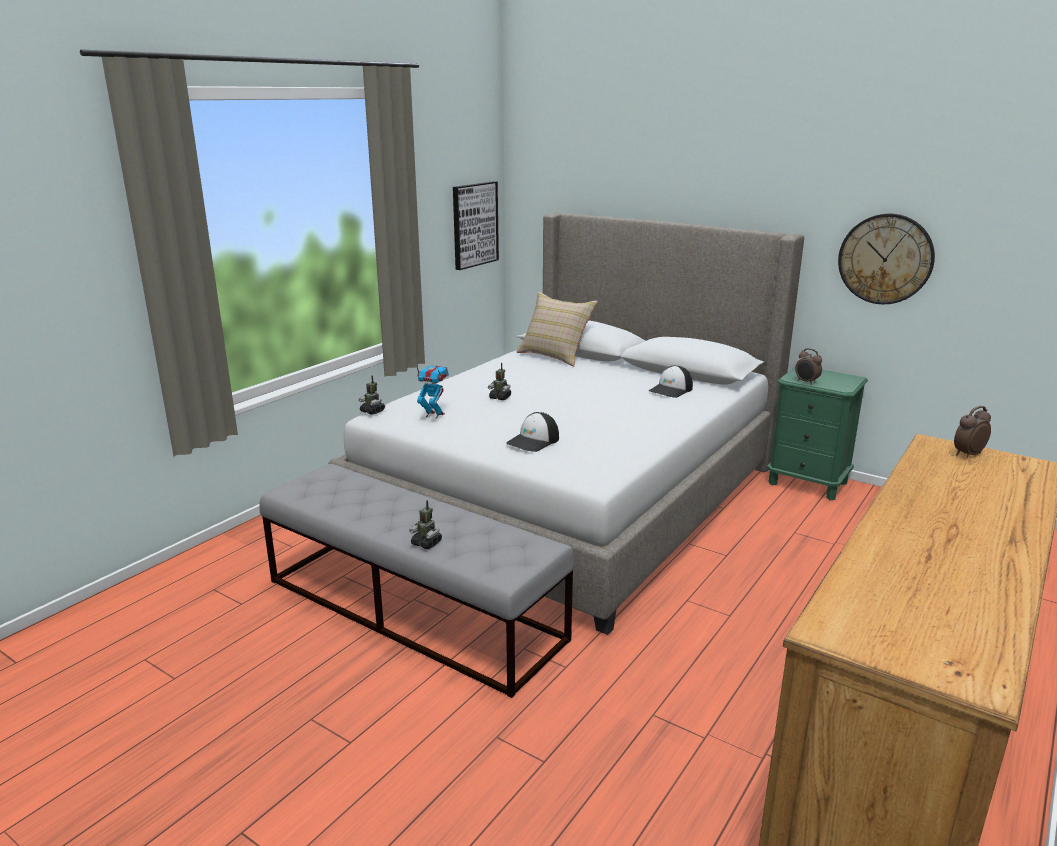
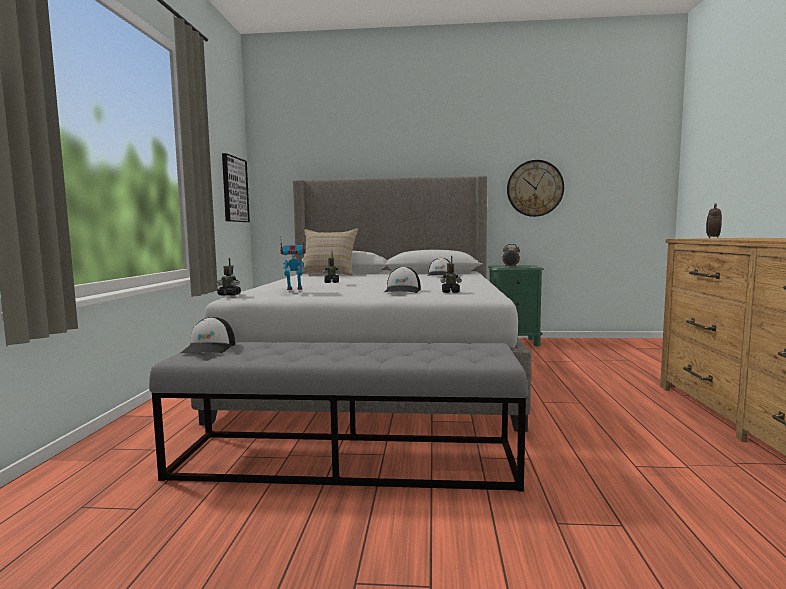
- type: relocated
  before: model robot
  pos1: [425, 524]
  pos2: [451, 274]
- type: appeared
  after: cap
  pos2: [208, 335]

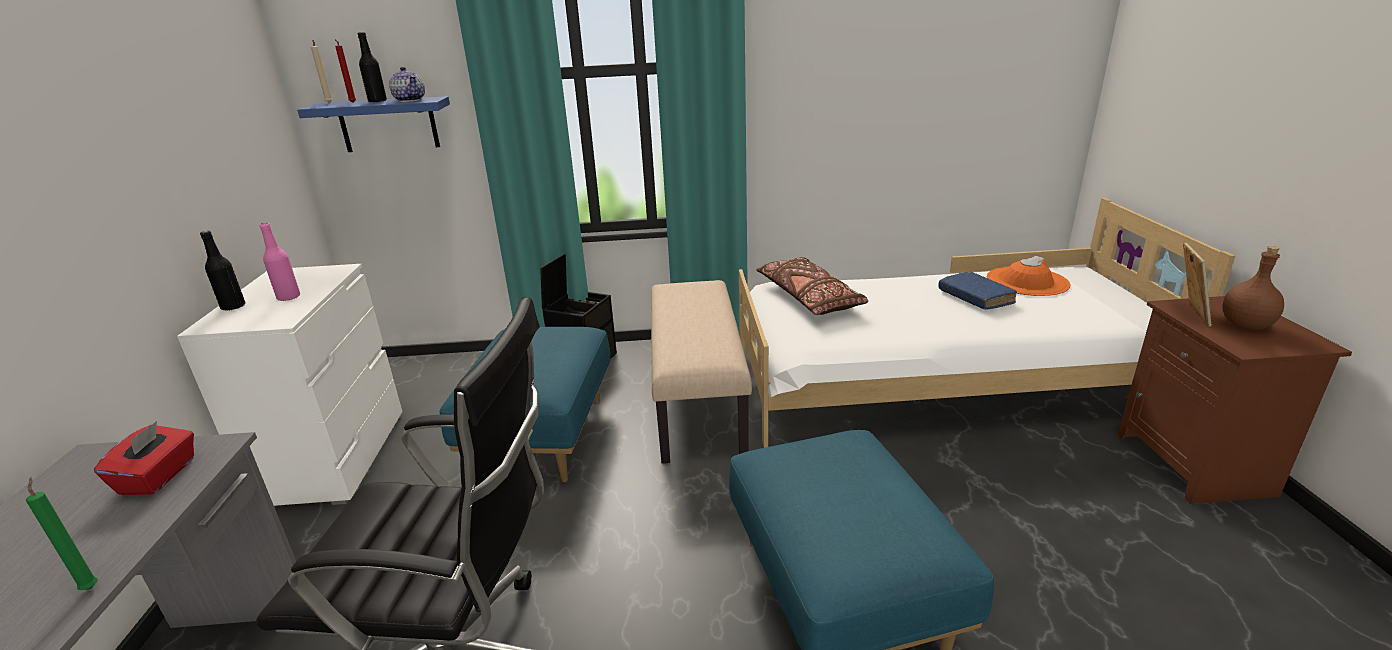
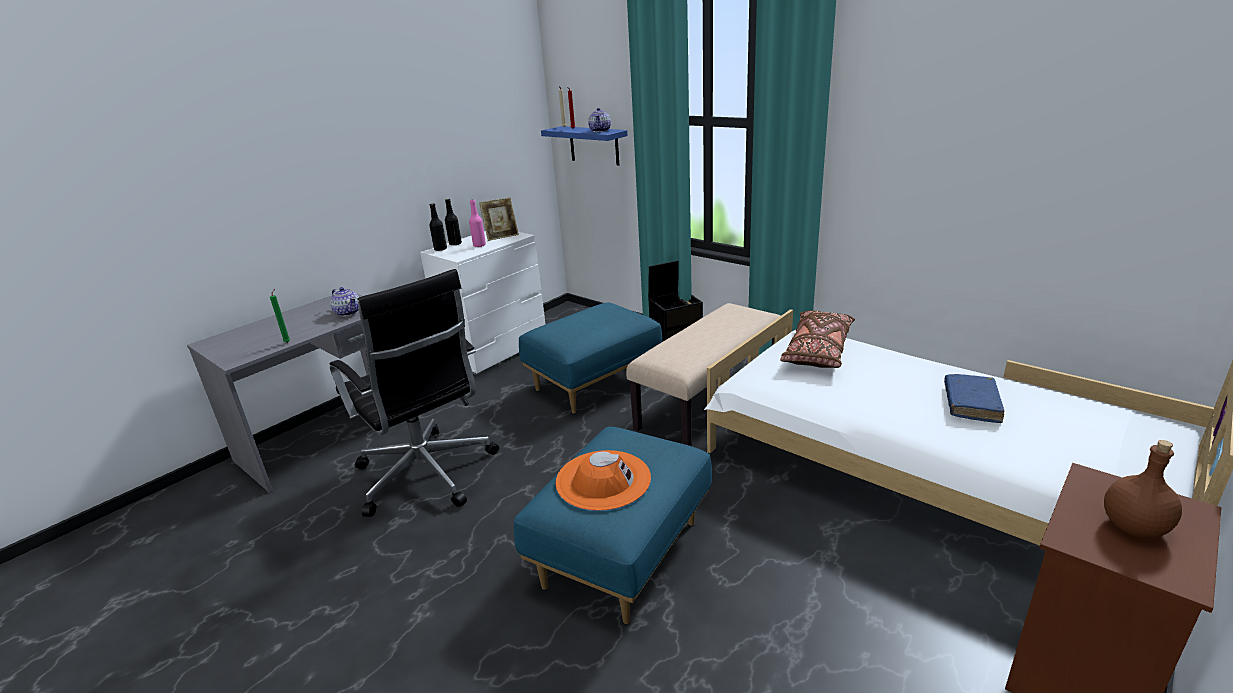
- type: relocated
  before: black-coloured drink bottle
  pos1: [372, 67]
  pos2: [438, 227]
- type: relocated
  before: photo frame
  pos1: [1197, 284]
  pos2: [499, 219]
- type: relocated
  before: orangey hat
  pos1: [1028, 276]
  pos2: [603, 480]
- type: exchanged
  before: red tissue box
  after: tea pot
  pos1: [144, 458]
  pos2: [344, 302]

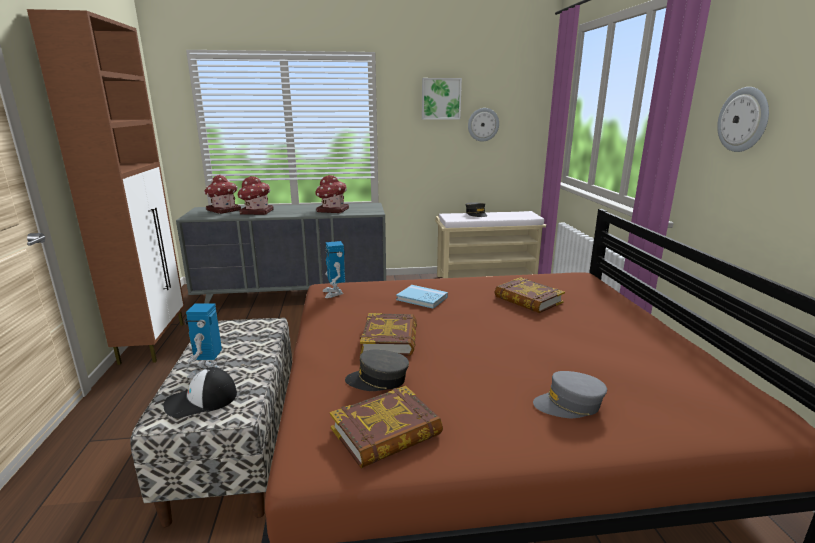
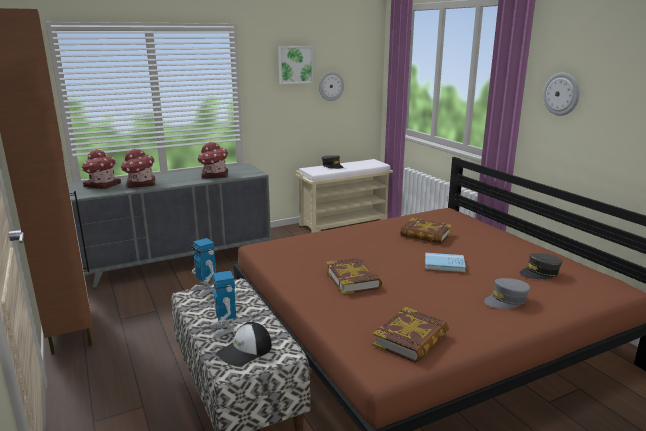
- type: relocated
  before: model robot
  pos1: [333, 269]
  pos2: [203, 267]
- type: relocated
  before: blue-coloured book
  pos1: [422, 297]
  pos2: [445, 262]
- type: relocated
  before: grey cap
  pos1: [377, 370]
  pos2: [541, 266]

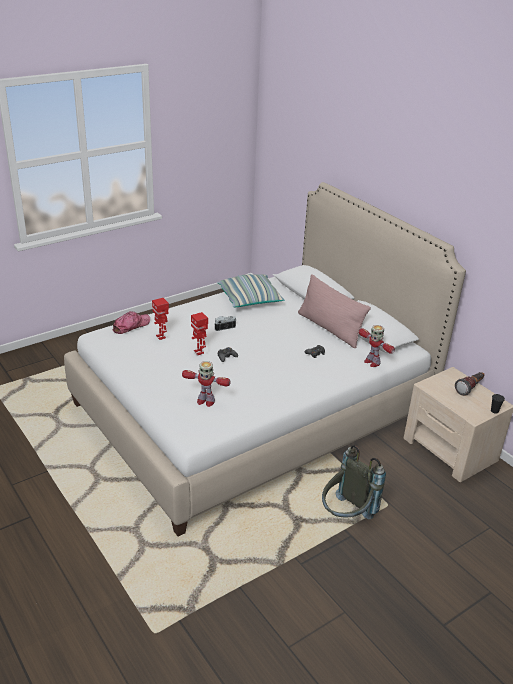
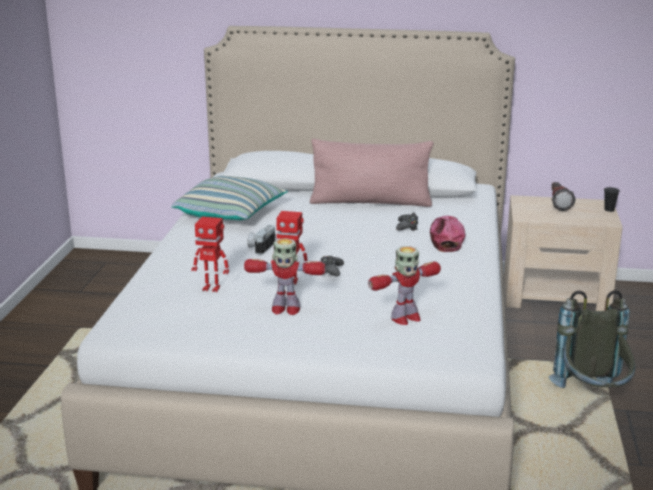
- type: relocated
  before: cap
  pos1: [131, 322]
  pos2: [447, 234]
- type: relocated
  before: model robot
  pos1: [377, 346]
  pos2: [285, 276]

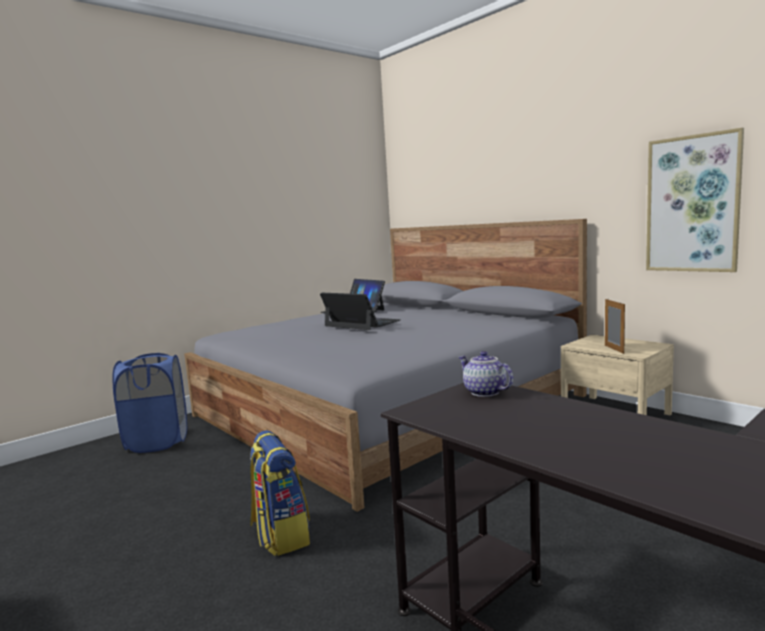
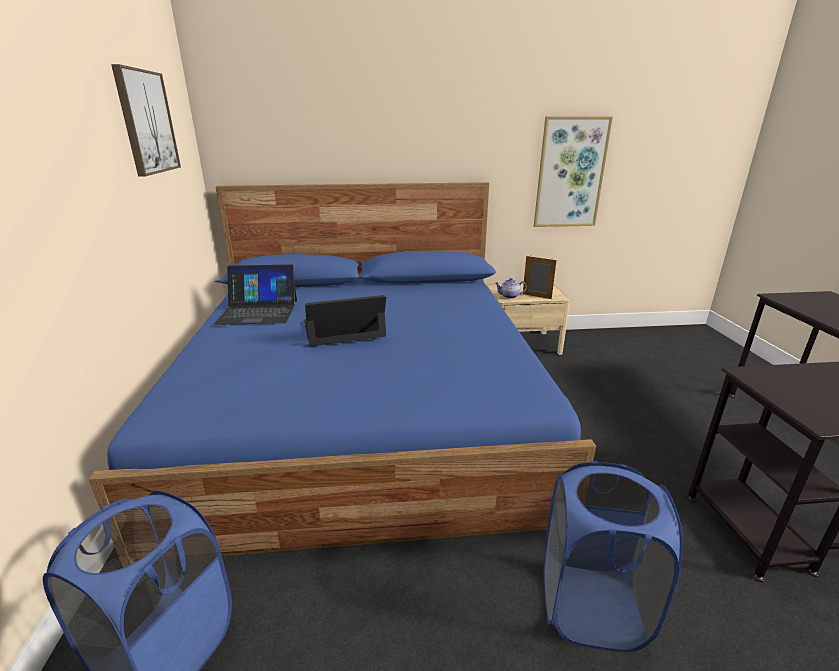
- type: colour
  before: grey sleeping bed
  after: blue-coloured sleeping bed
  pos1: [385, 365]
  pos2: [342, 369]
- type: relocated
  before: tea pot
  pos1: [486, 374]
  pos2: [511, 288]
- type: exchanged
  before: rucksack
  after: blue-coloured hamper
  pos1: [280, 493]
  pos2: [613, 556]
- type: appeared
  after: wall picture
  pos2: [146, 120]

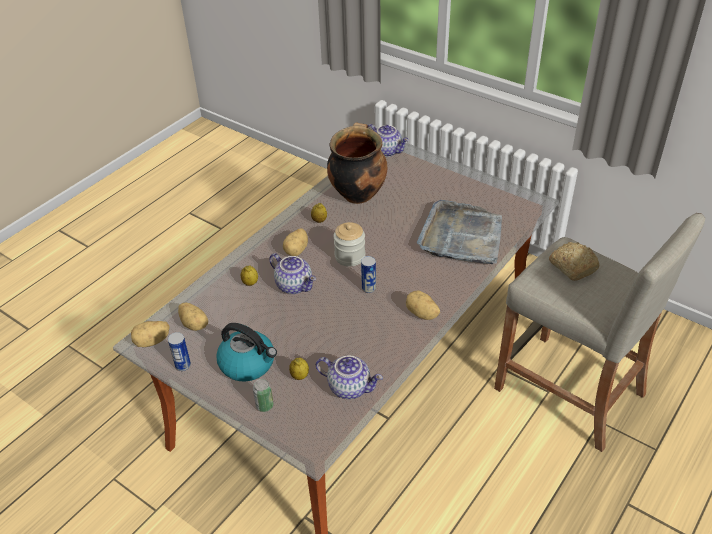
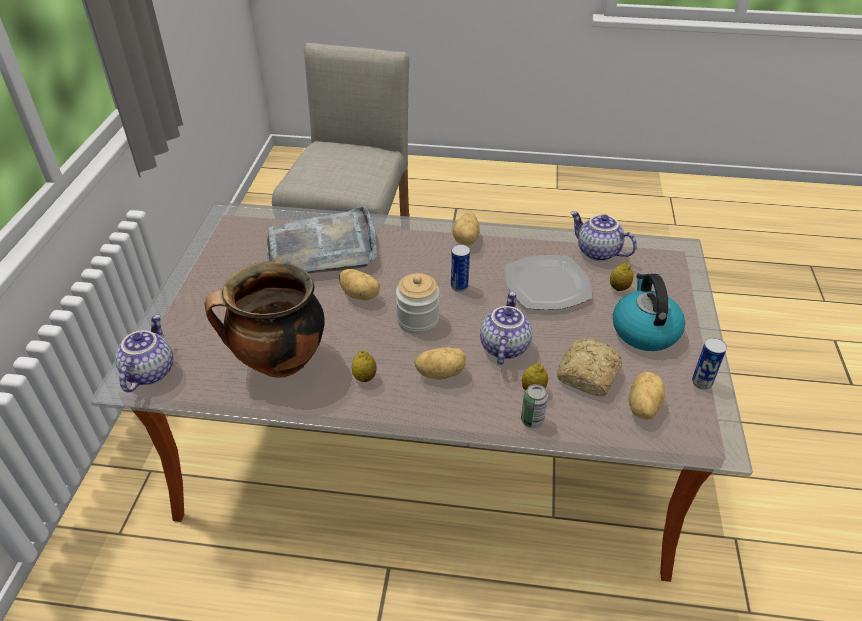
- type: relocated
  before: bakery bread
  pos1: [574, 261]
  pos2: [589, 367]
- type: relocated
  before: spud
  pos1: [150, 334]
  pos2: [359, 284]
- type: spun
  before: tea pot
  pos1: [349, 377]
  pos2: [603, 236]
  turn: -45
- type: relocated
  before: sealed can
  pos1: [263, 395]
  pos2: [534, 406]
- type: appeared
  after: flat dish
  pos2: [548, 282]

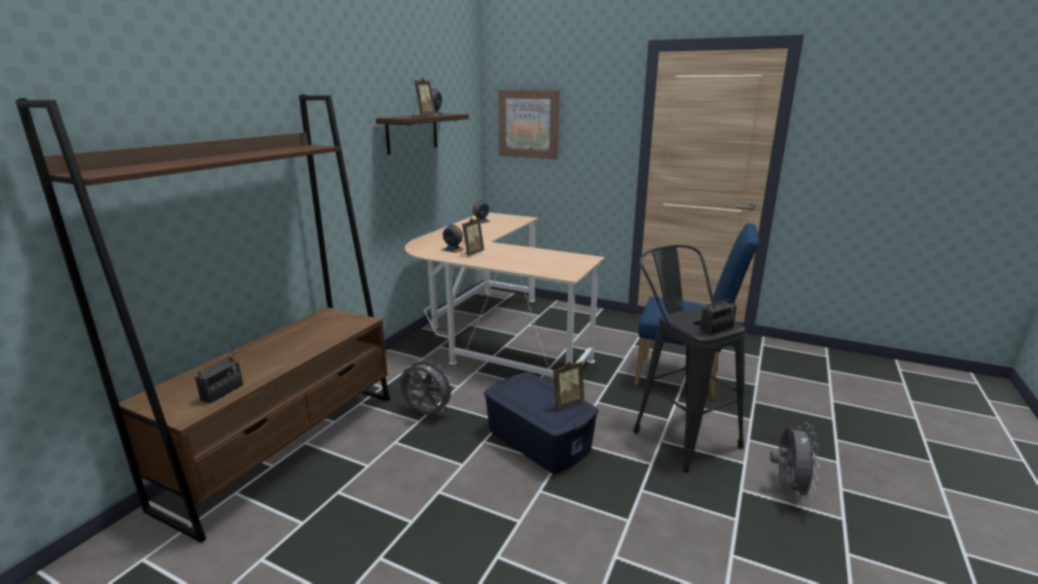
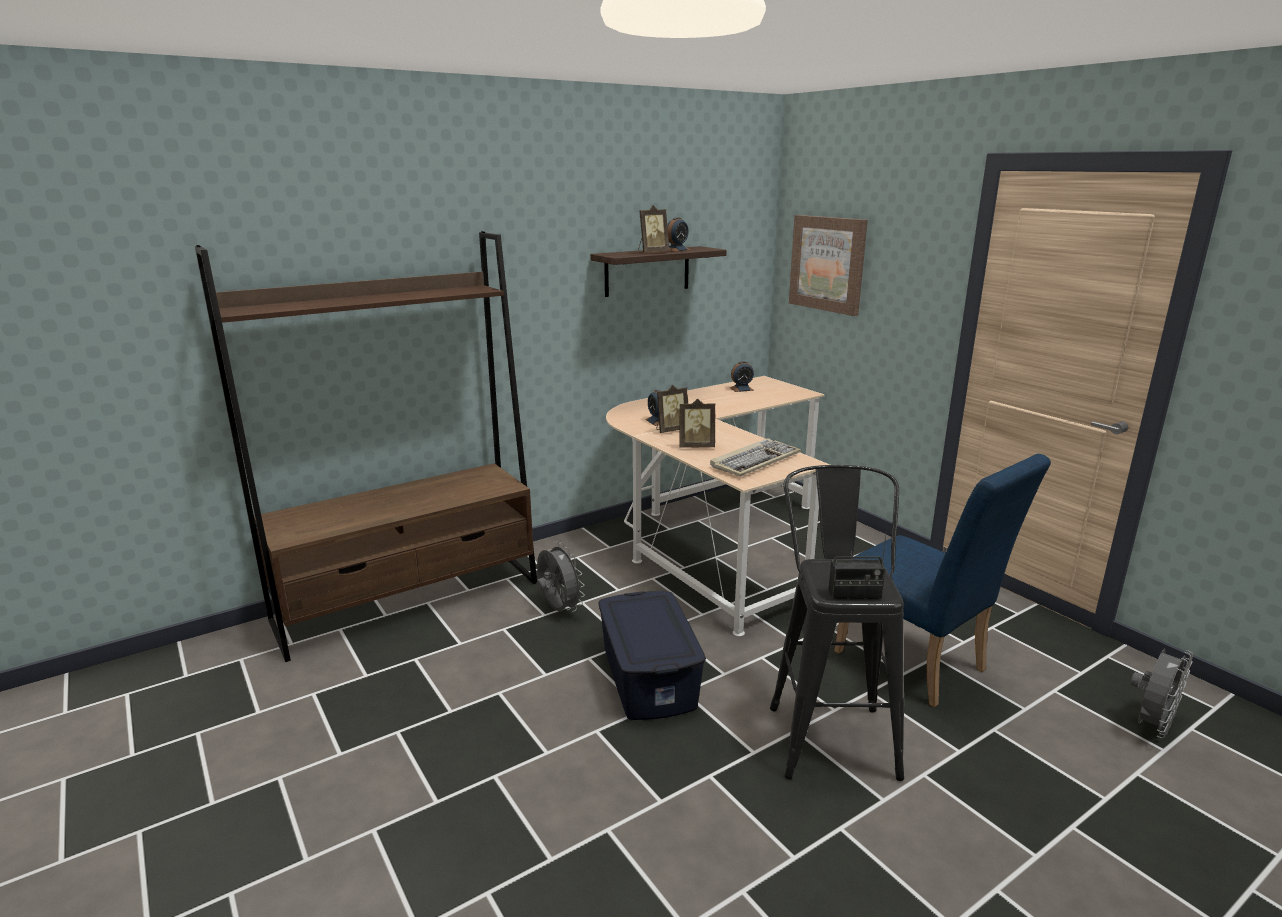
- type: missing
  before: radio receiver
  pos1: [219, 369]
- type: relocated
  before: photo frame
  pos1: [567, 385]
  pos2: [697, 423]
- type: relocated
  before: grey electric fan
  pos1: [795, 461]
  pos2: [1161, 693]
- type: appeared
  after: computer keyboard
  pos2: [755, 457]

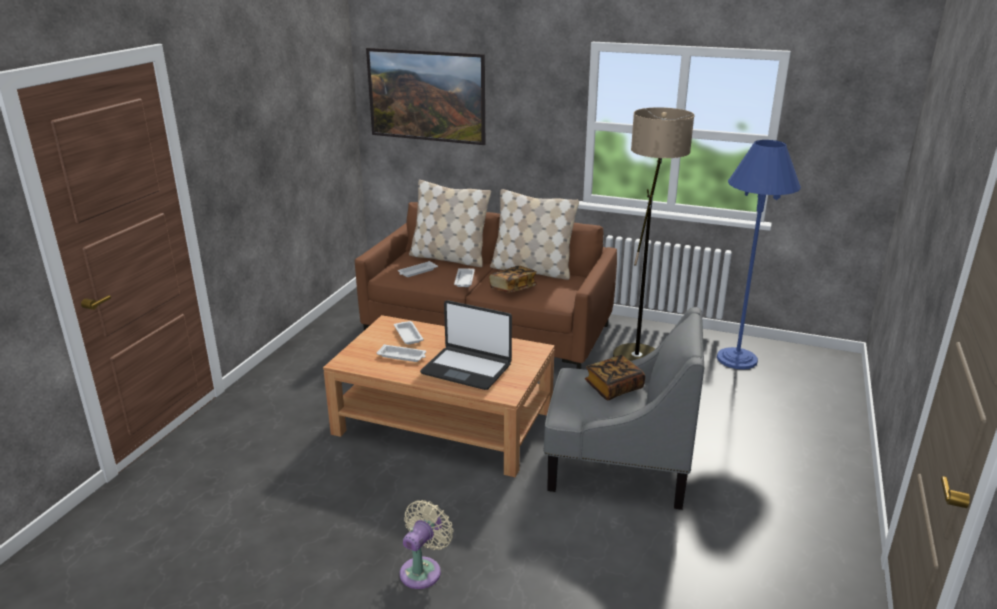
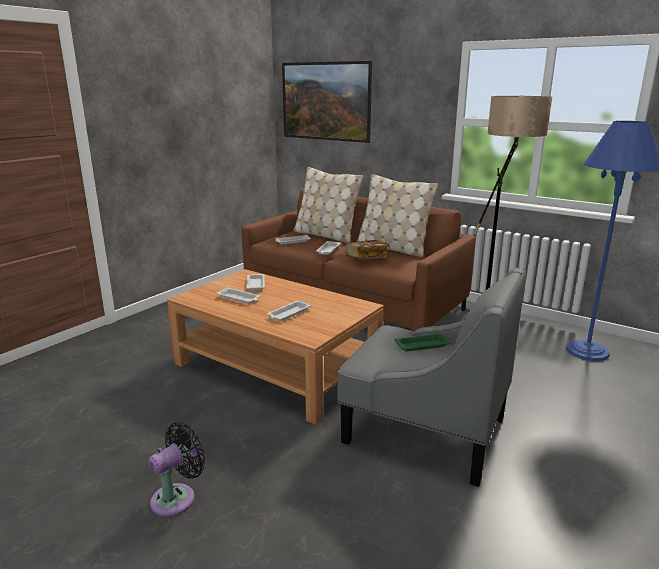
- type: exchanged
  before: laptop
  after: whitish carrying tray
  pos1: [466, 345]
  pos2: [289, 310]
- type: exchanged
  before: book
  after: green carrying tray
  pos1: [615, 377]
  pos2: [422, 343]
- type: colour
  before: beige electric fan
  after: black-coloured electric fan
  pos1: [426, 544]
  pos2: [176, 469]

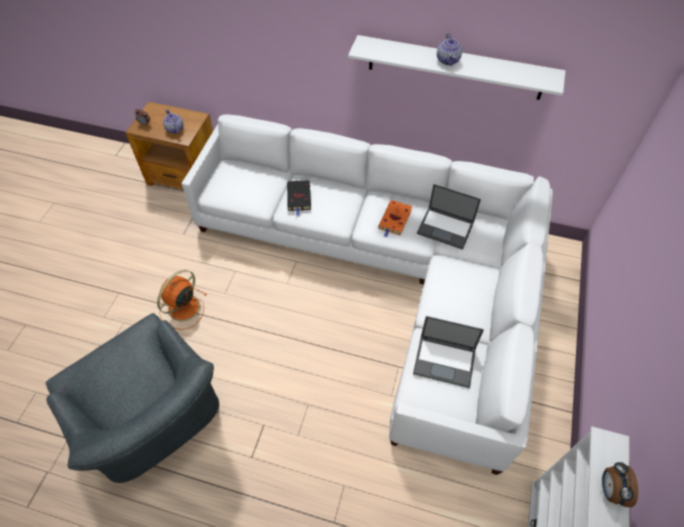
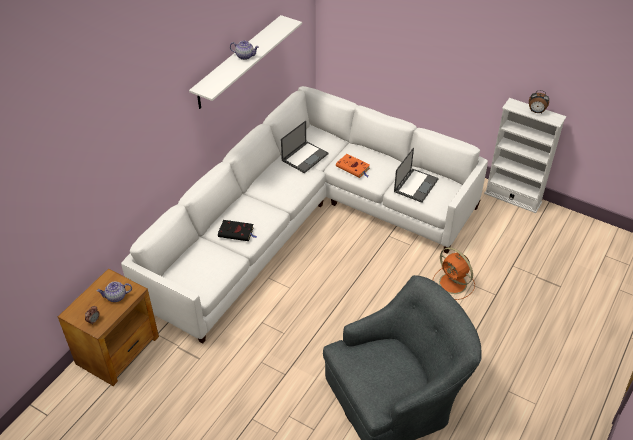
- type: relocated
  before: orangey book
  pos1: [395, 219]
  pos2: [353, 166]
- type: relocated
  before: orangey electric fan
  pos1: [182, 299]
  pos2: [454, 273]

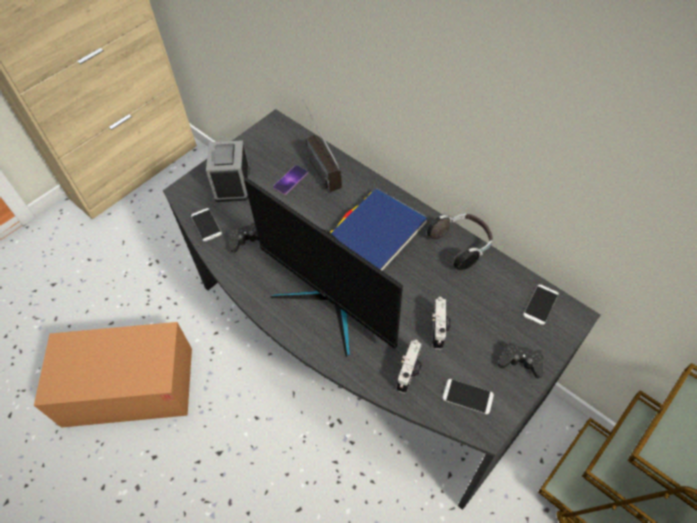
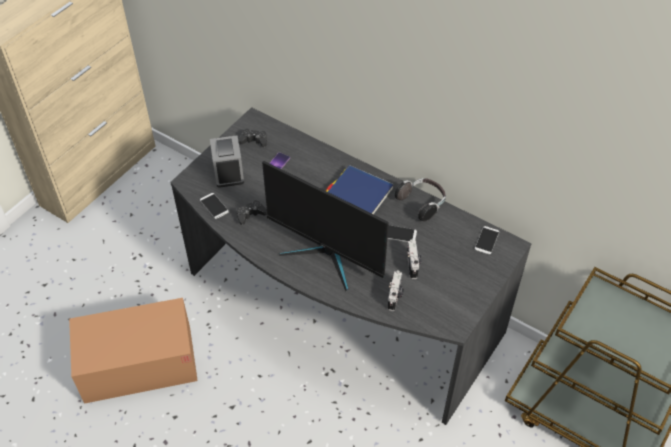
- type: missing
  before: radio receiver
  pos1: [322, 146]
- type: relocated
  before: black-coloured joypad
  pos1: [520, 360]
  pos2: [253, 138]
- type: relocated
  before: phone
  pos1: [468, 396]
  pos2: [402, 233]

